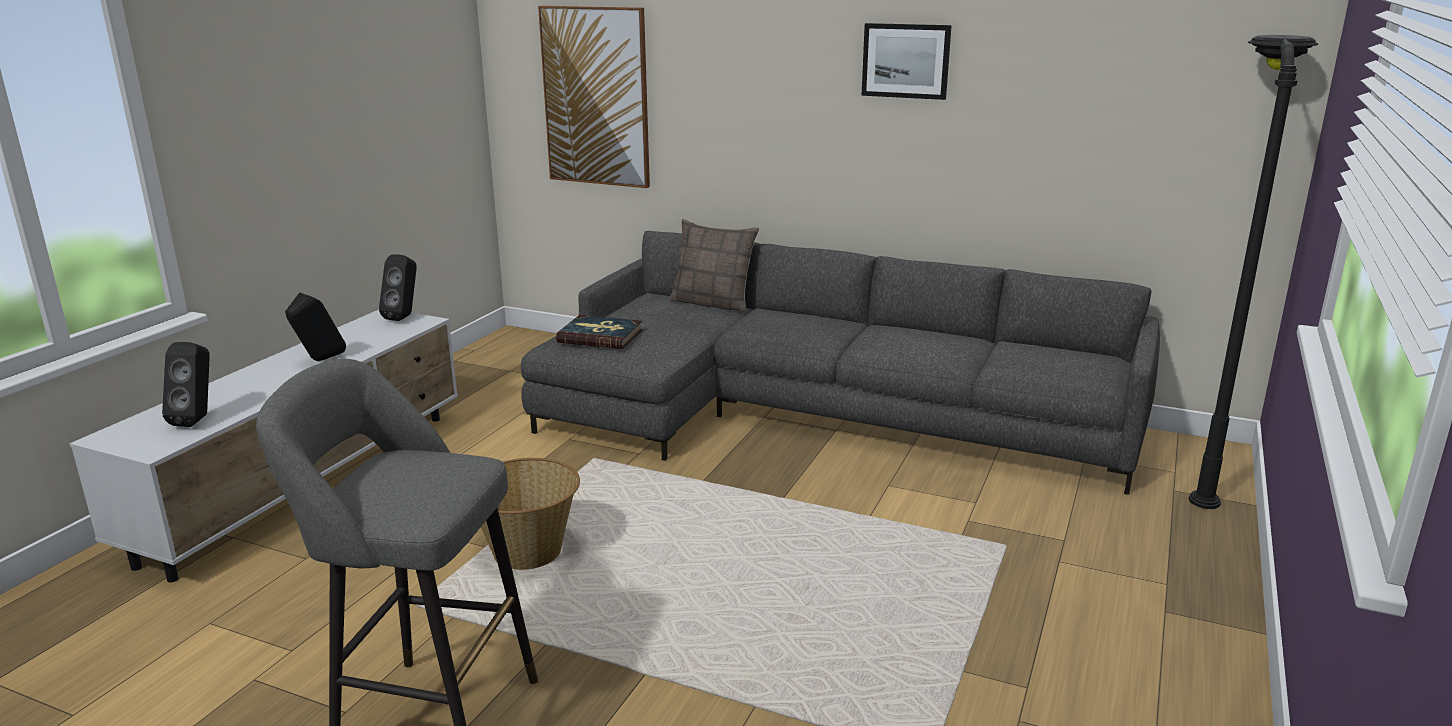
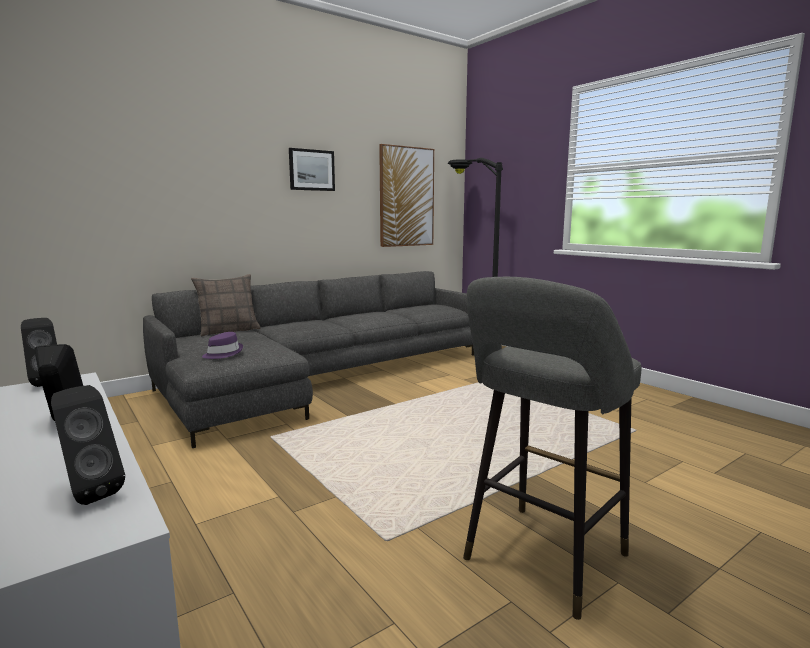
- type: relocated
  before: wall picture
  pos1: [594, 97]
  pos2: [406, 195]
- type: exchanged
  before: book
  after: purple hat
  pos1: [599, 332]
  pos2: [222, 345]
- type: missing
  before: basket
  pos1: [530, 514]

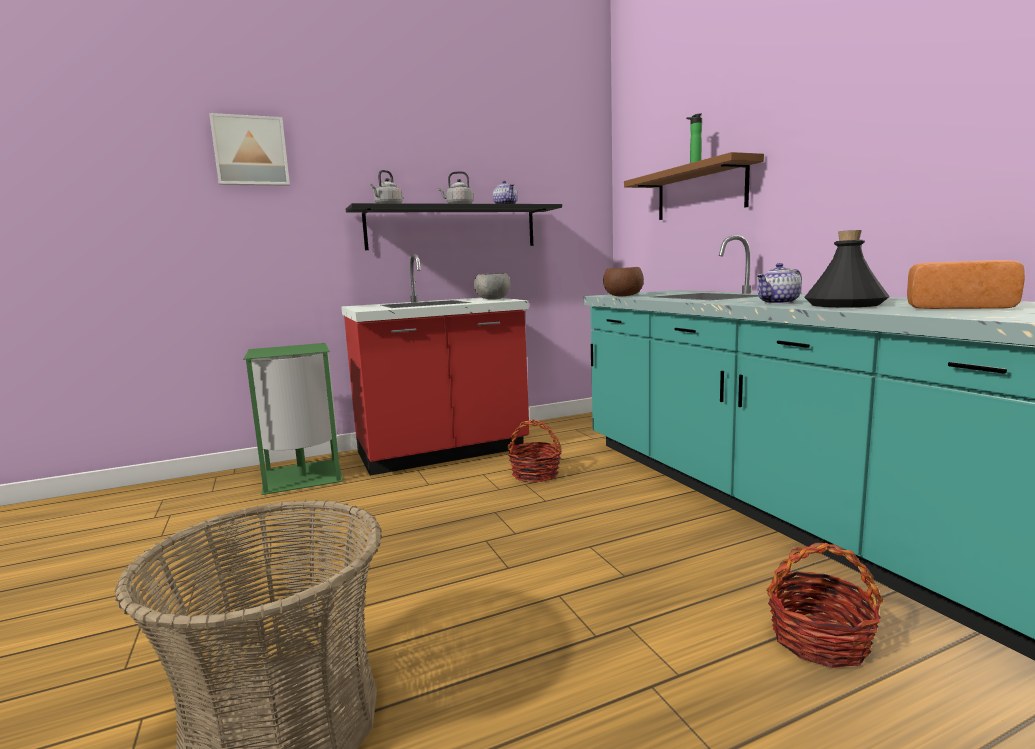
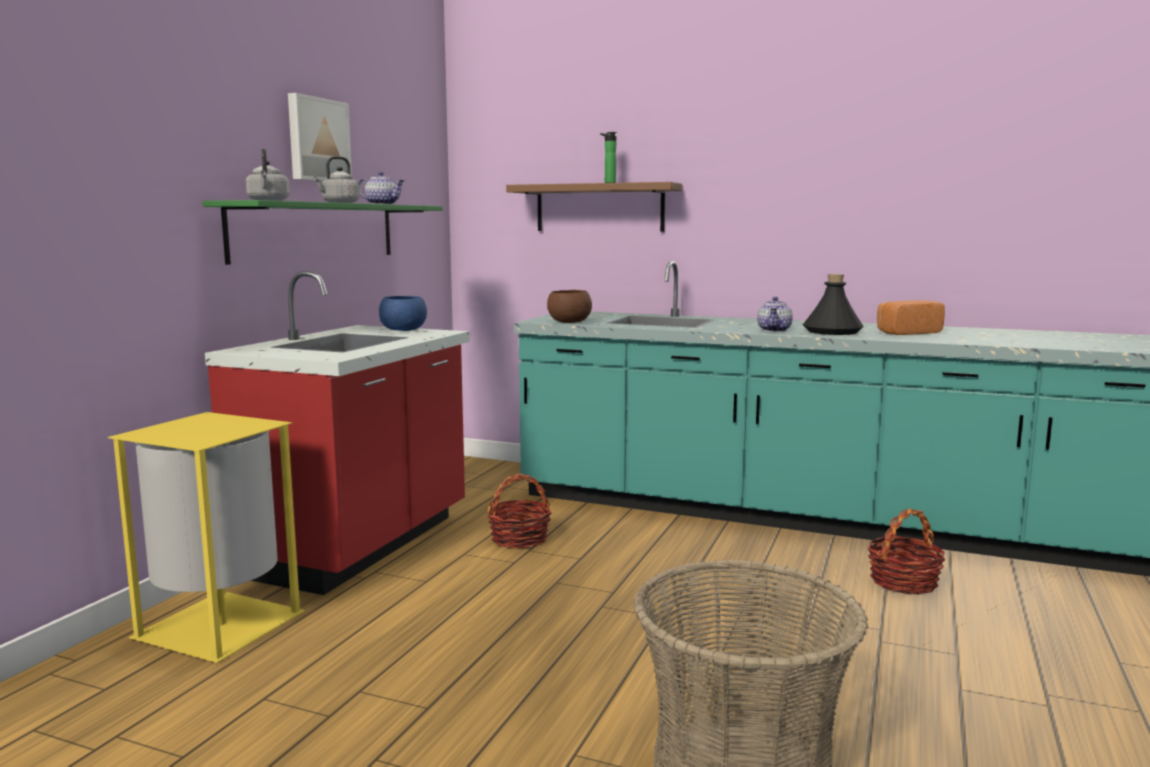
- type: relocated
  before: wall picture
  pos1: [249, 149]
  pos2: [320, 137]
- type: colour
  before: black-coloured shelf
  after: green shelf
  pos1: [454, 226]
  pos2: [322, 232]
- type: colour
  before: grey serving bowl
  after: blue-coloured serving bowl
  pos1: [492, 286]
  pos2: [403, 313]
- type: colour
  before: green waste bin
  after: yellow waste bin
  pos1: [293, 419]
  pos2: [206, 537]

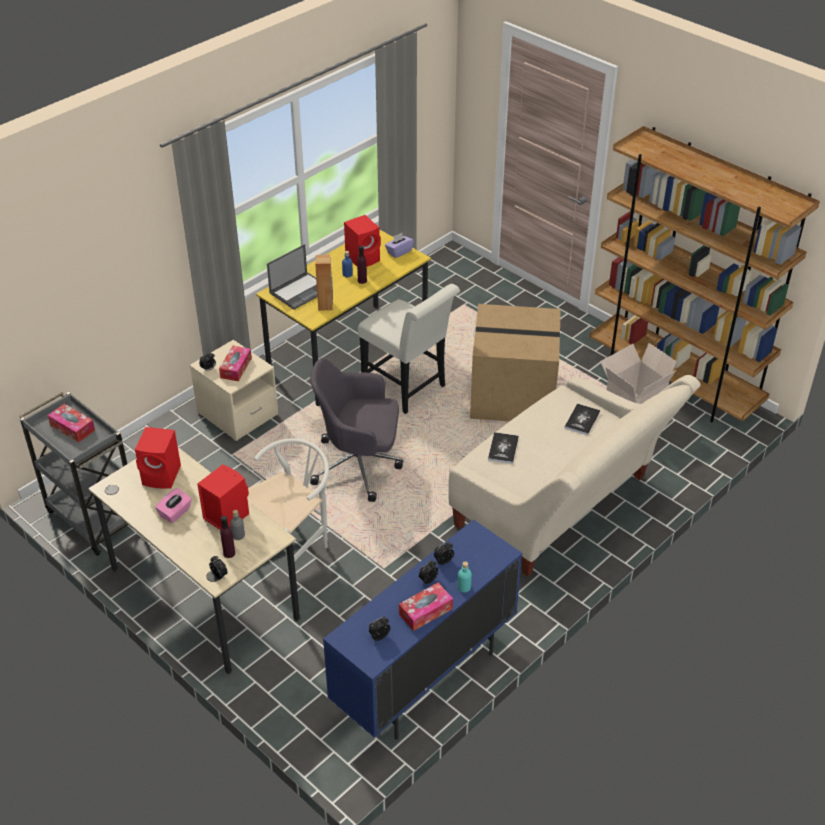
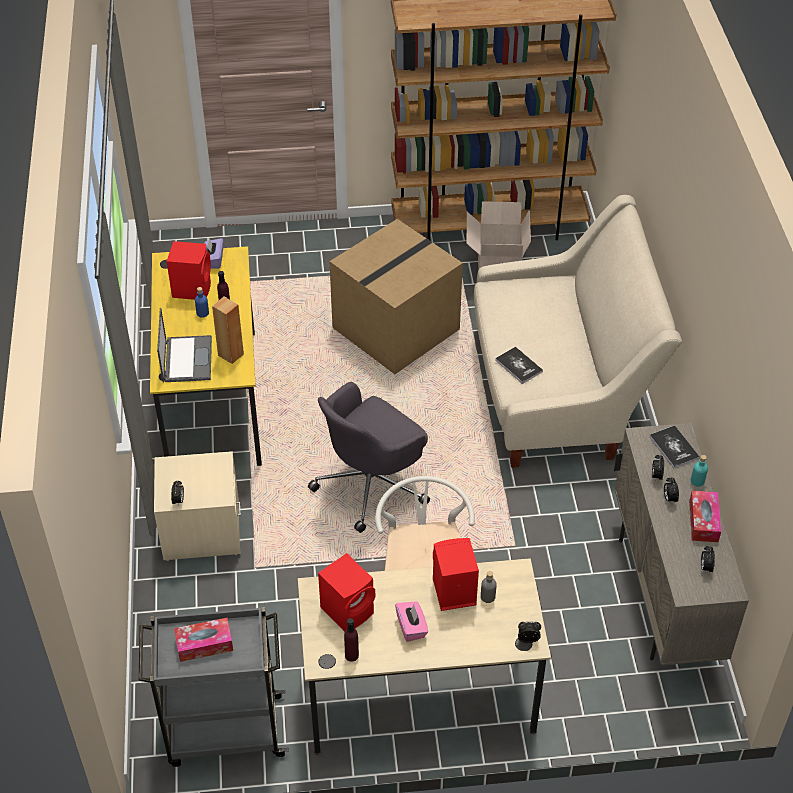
- type: missing
  before: whitish chair
  pos1: [409, 349]
- type: missing
  before: tissue box
  pos1: [235, 363]
- type: relocated
  before: book
  pos1: [582, 419]
  pos2: [674, 446]
- type: relocated
  before: purple drink bottle
  pos1: [227, 537]
  pos2: [351, 640]
- type: colour
  before: blue-coloured cupboard
  after: beige cupboard
  pos1: [422, 629]
  pos2: [681, 544]

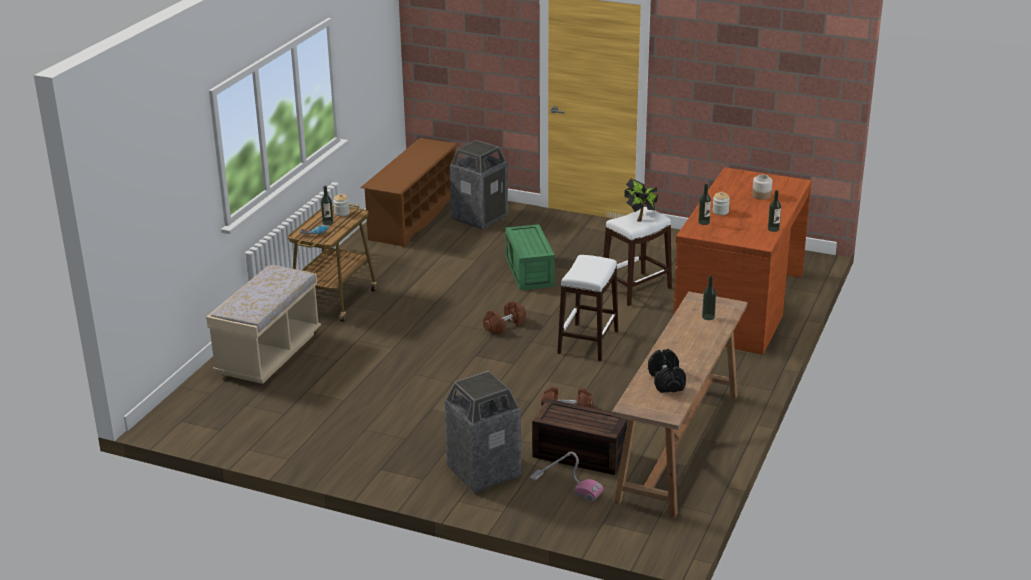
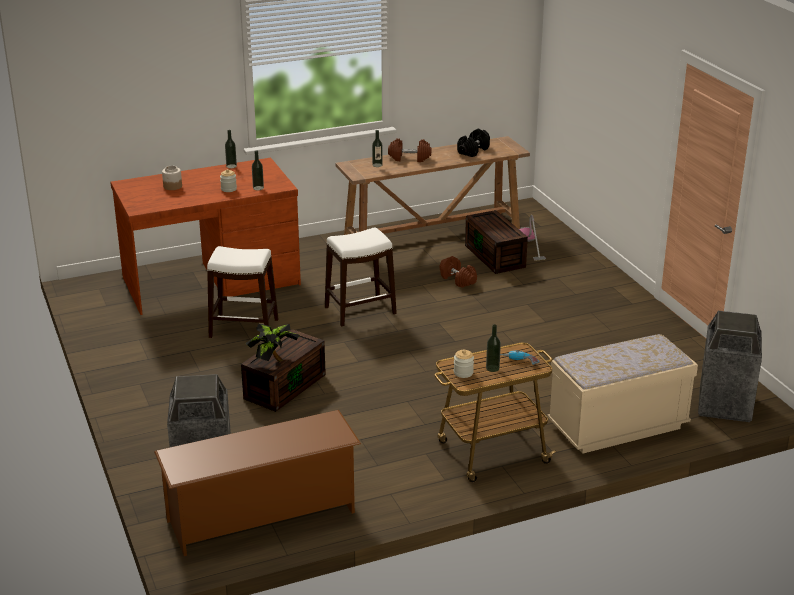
- type: relocated
  before: plant in a pot
  pos1: [641, 200]
  pos2: [272, 342]
- type: colour
  before: green storage bin
  after: brown storage bin
  pos1: [530, 257]
  pos2: [283, 370]
- type: relocated
  before: brown free weight
  pos1: [504, 318]
  pos2: [409, 150]
- type: relocated
  before: waste bin
  pos1: [482, 432]
  pos2: [730, 366]

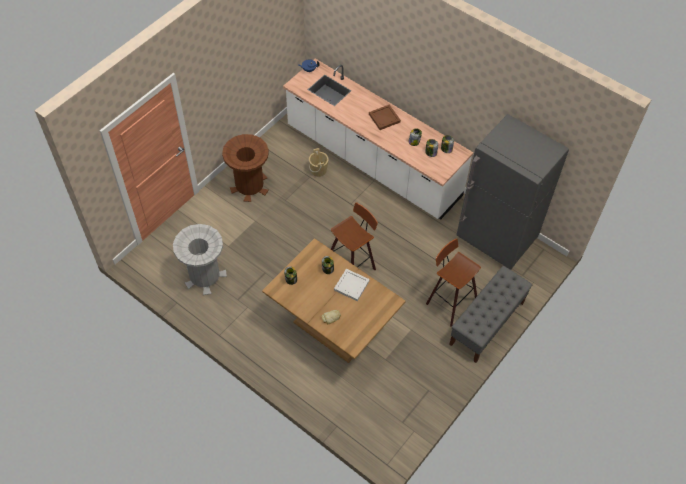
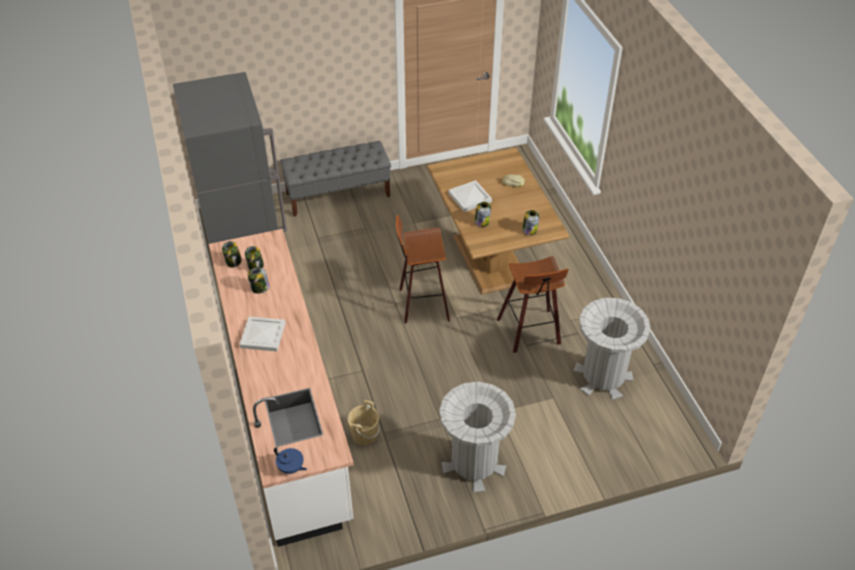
- type: colour
  before: brown carrying tray
  after: whitish carrying tray
  pos1: [385, 117]
  pos2: [262, 334]
- type: colour
  before: brown waste bin
  after: grey waste bin
  pos1: [245, 168]
  pos2: [477, 437]
- type: relocated
  before: stool
  pos1: [453, 282]
  pos2: [533, 304]

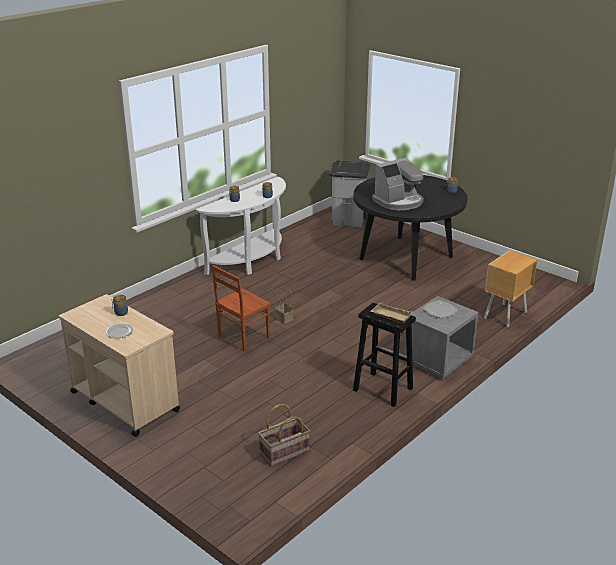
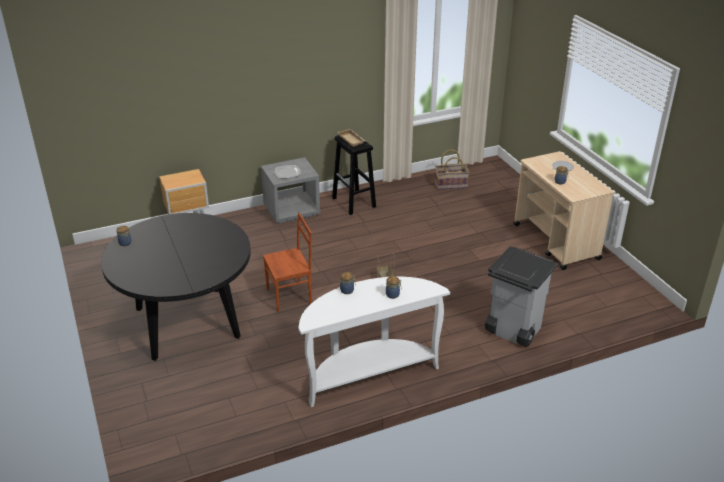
- type: missing
  before: coffee brewer
  pos1: [398, 184]
- type: relocated
  before: grey waste bin
  pos1: [349, 194]
  pos2: [521, 297]
- type: relocated
  before: brown chair
  pos1: [241, 308]
  pos2: [287, 262]

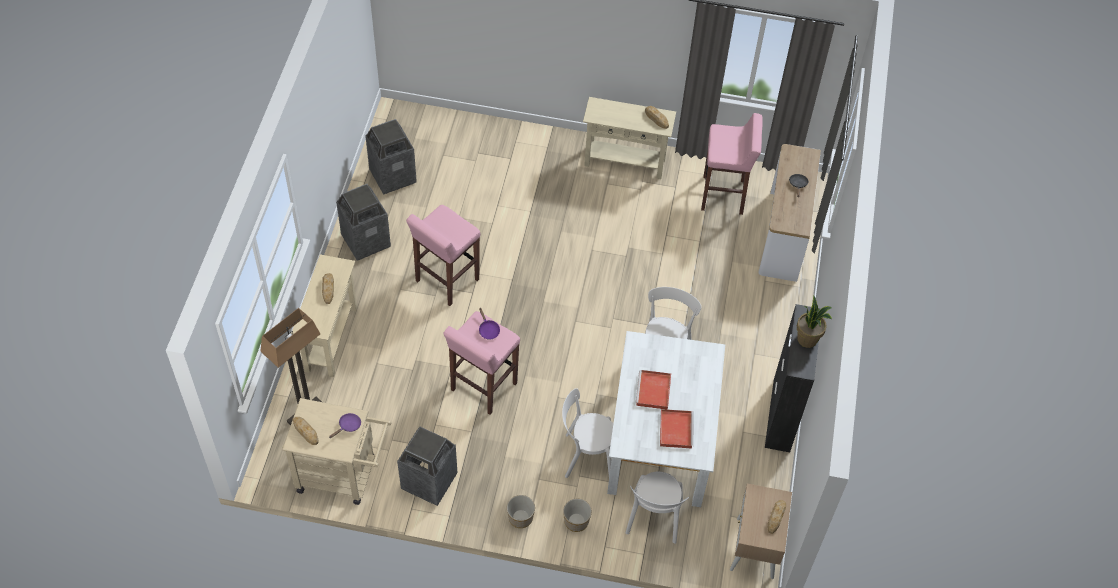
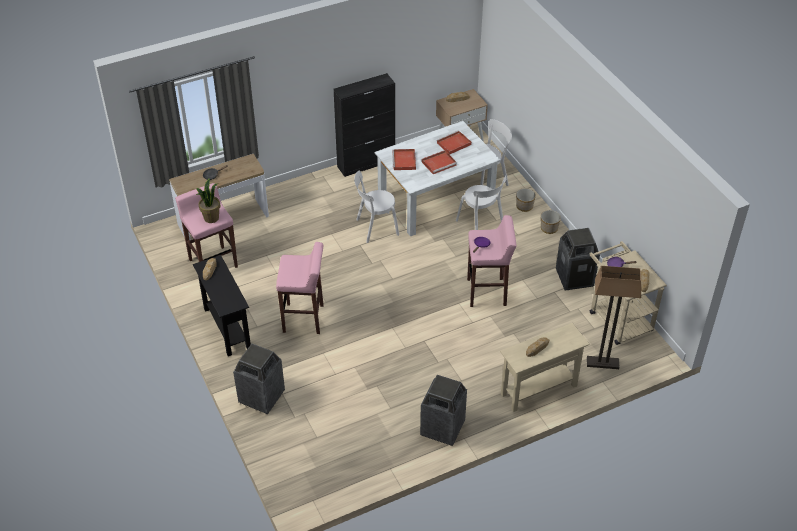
- type: colour
  before: beige console table
  after: black-coloured console table
  pos1: [629, 138]
  pos2: [222, 305]
- type: relocated
  before: waste bin
  pos1: [391, 156]
  pos2: [259, 379]
- type: relocated
  before: pinkish stool
  pos1: [443, 255]
  pos2: [300, 288]
- type: relocated
  before: plant in a pot
  pos1: [814, 322]
  pos2: [208, 200]
- type: appeared
  after: red carrying tray
  pos2: [404, 159]

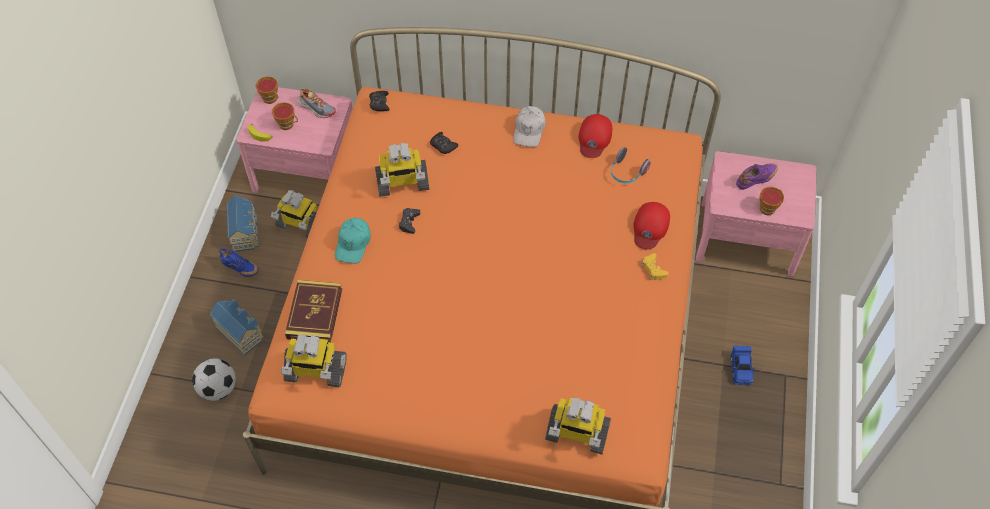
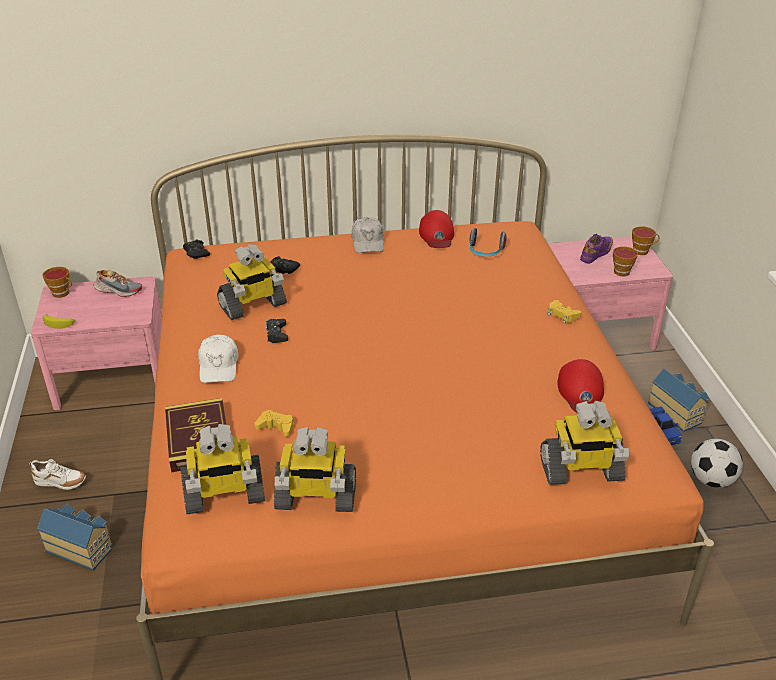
- type: relocated
  before: cup
  pos1: [285, 116]
  pos2: [645, 241]
- type: relocated
  before: model robot
  pos1: [294, 214]
  pos2: [315, 469]
- type: relocated
  before: miniature house
  pos1: [242, 223]
  pos2: [678, 400]
- type: relocated
  before: red cap
  pos1: [651, 226]
  pos2: [581, 385]
- type: colour
  before: blue-green cap
  after: whitish cap
  pos1: [353, 241]
  pos2: [218, 359]
- type: colour
  before: blue-coloured low shoe
  after: whitish low shoe
  pos1: [238, 262]
  pos2: [57, 474]
- type: relocated
  before: ball for football
  pos1: [214, 379]
  pos2: [717, 463]
- type: appeared
  after: yellow joypad
  pos2: [273, 423]

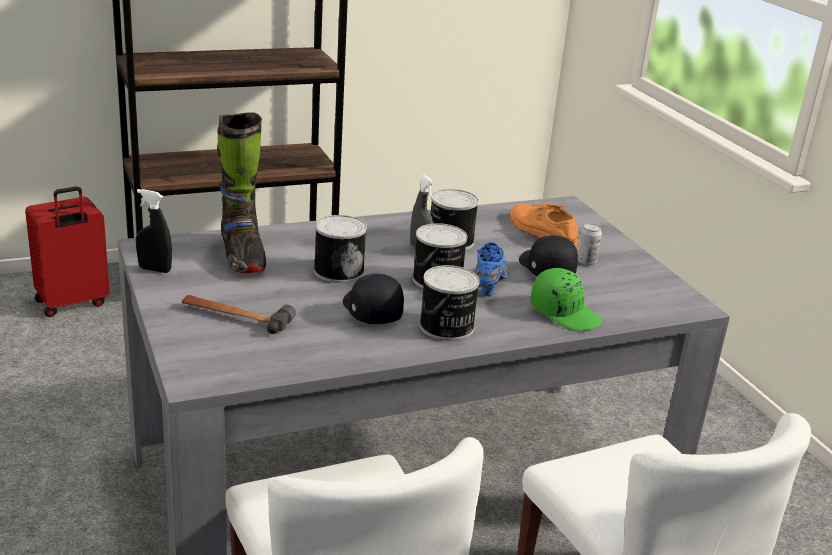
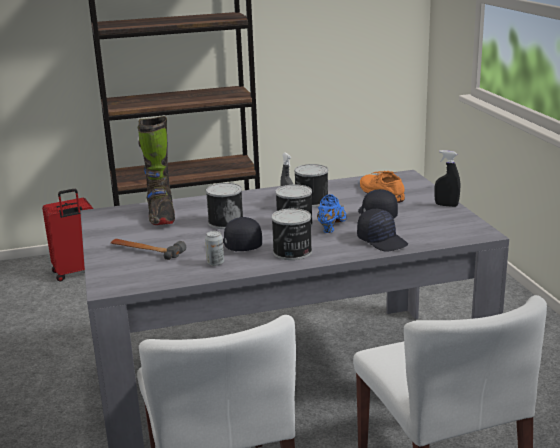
- type: relocated
  before: black-coloured sprayer
  pos1: [154, 231]
  pos2: [447, 178]
- type: relocated
  before: sealed can
  pos1: [589, 244]
  pos2: [214, 248]
- type: colour
  before: green cap
  after: black-coloured cap
  pos1: [566, 299]
  pos2: [382, 230]

